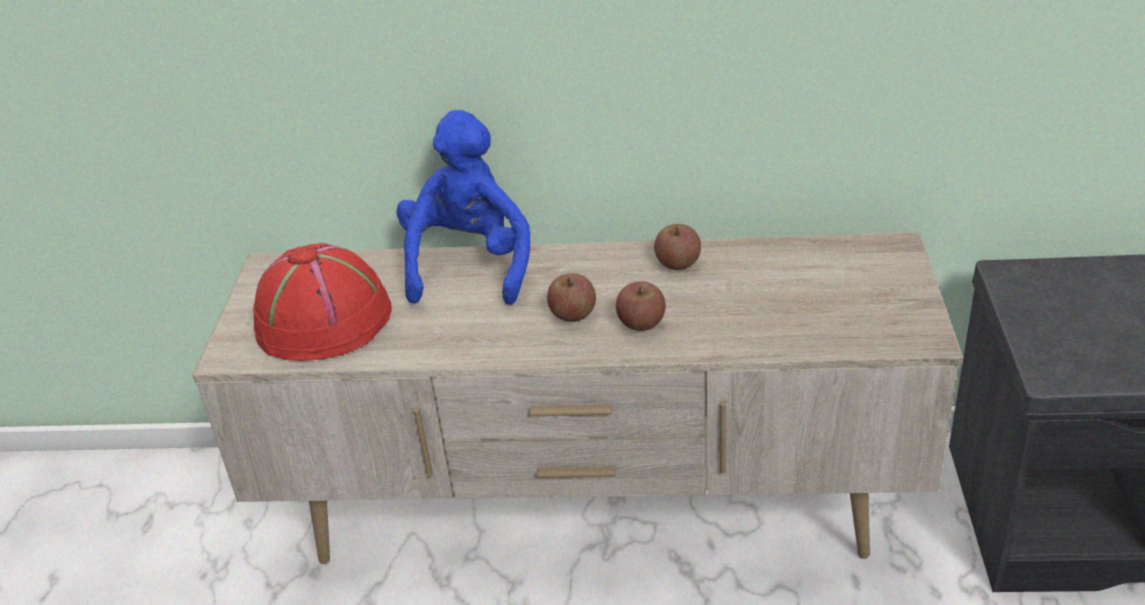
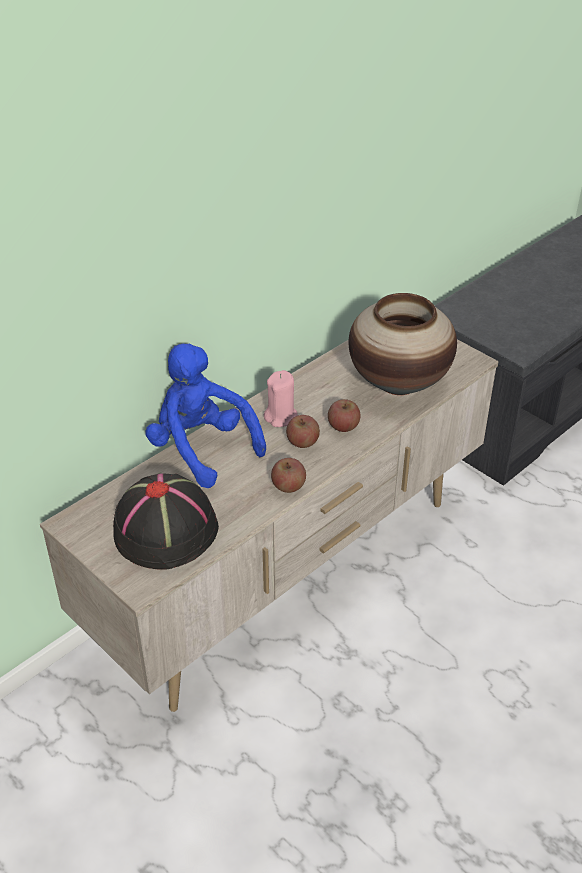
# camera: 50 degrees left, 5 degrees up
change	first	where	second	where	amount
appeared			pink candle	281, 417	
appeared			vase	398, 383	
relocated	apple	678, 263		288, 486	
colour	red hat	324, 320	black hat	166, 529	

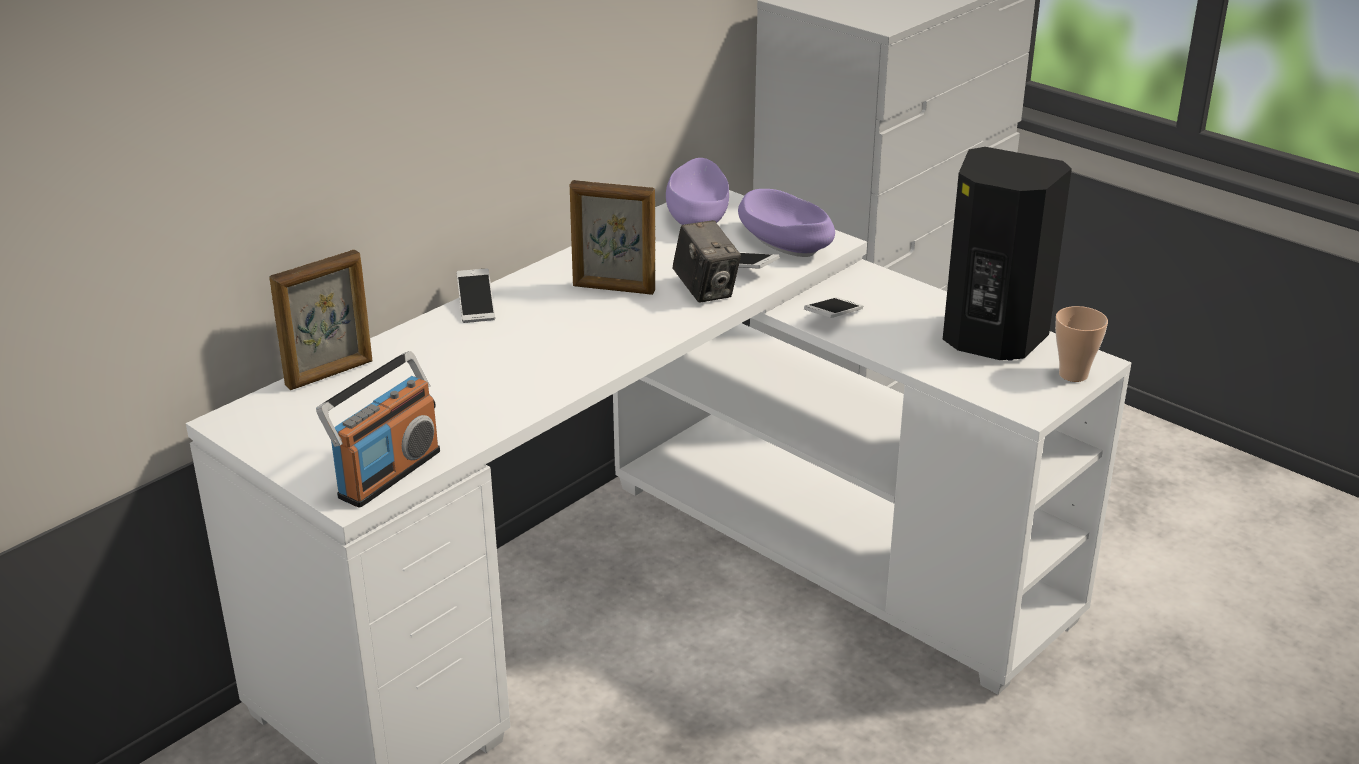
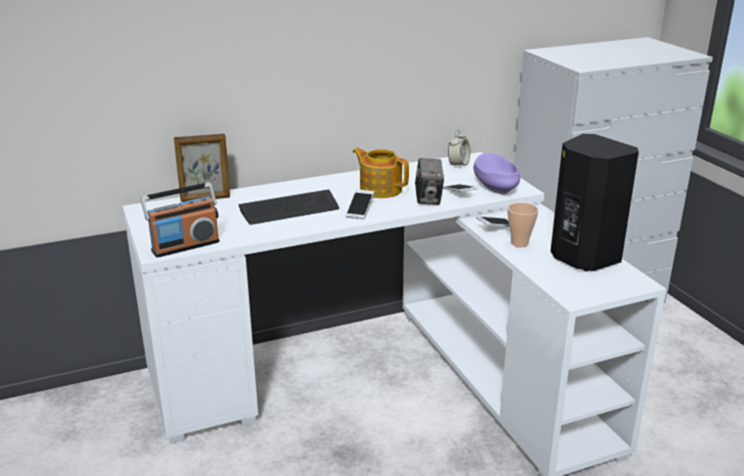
# camera: 25 degrees right, 5 degrees down
change	first	where	second	where	amount
appeared			keyboard	289, 209	
relocated	phone	476, 305		360, 210	
relocated	cup	1073, 374		519, 243	
exchanged	picture frame	613, 289	teapot	380, 189	
exchanged	purple bowl	696, 215	alarm clock	458, 165	

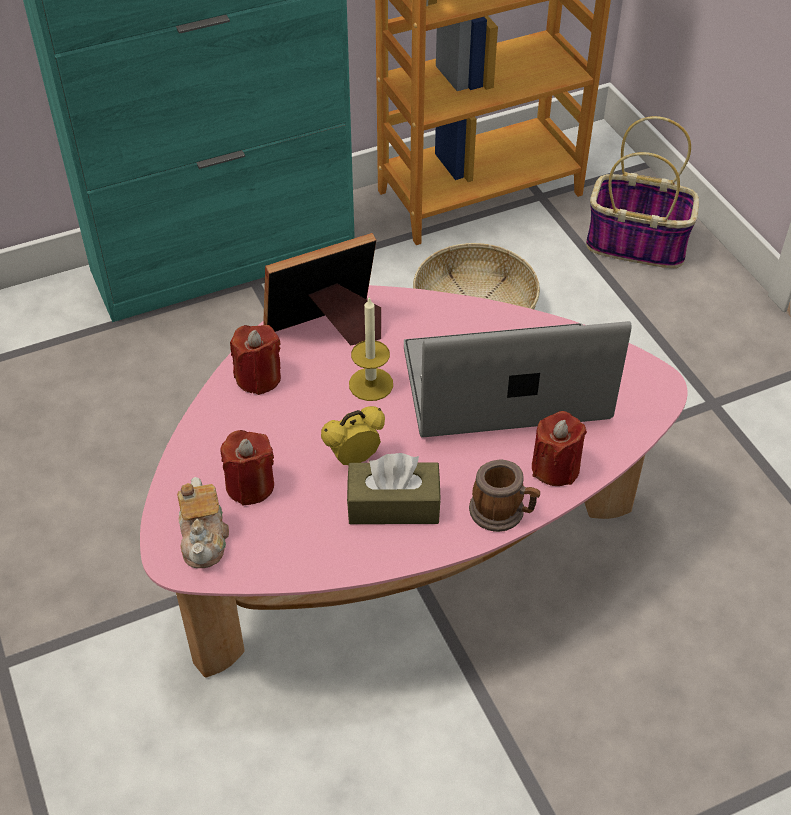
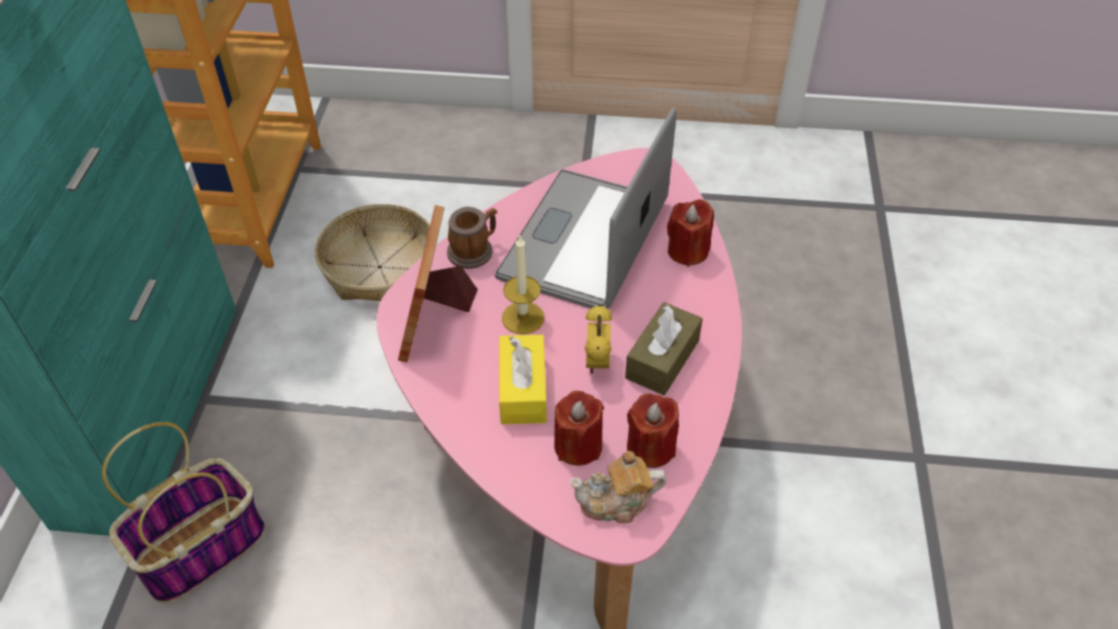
# camera: 60 degrees left, 0 degrees up
change	first	where	second	where	amount
appeared			yellow tissue box	523, 390	
relocated	red candle	258, 377		650, 448	
relocated	mug	503, 512		474, 250	
relocated	basket	638, 244		202, 547	
spun	teapot	204, 538		616, 503	150 degrees clockwise

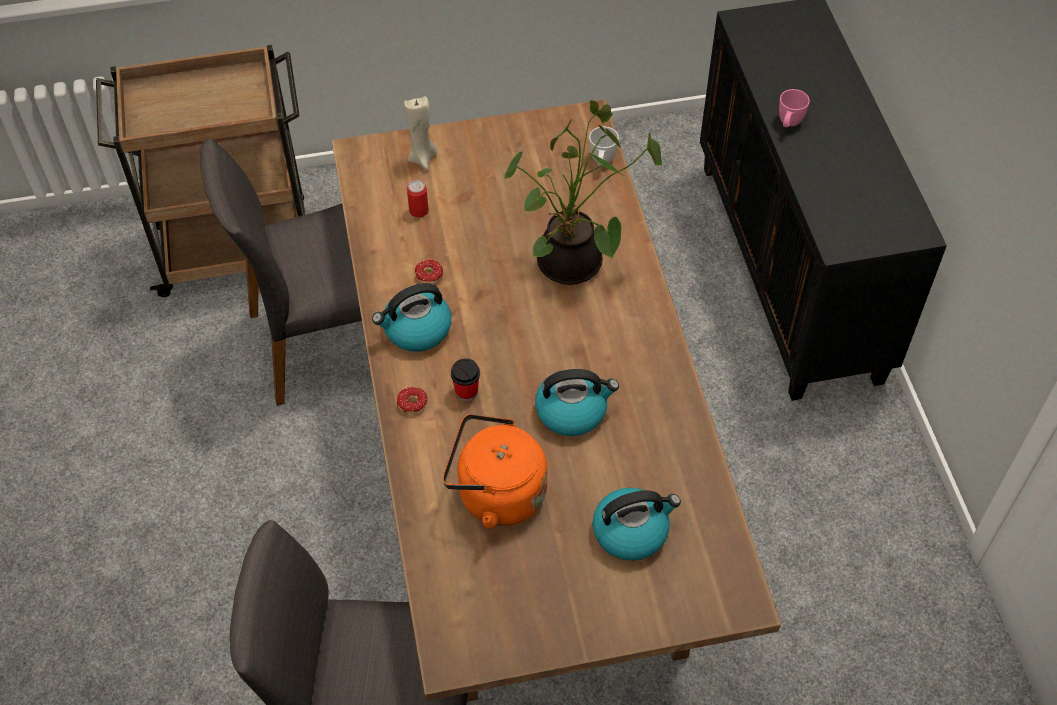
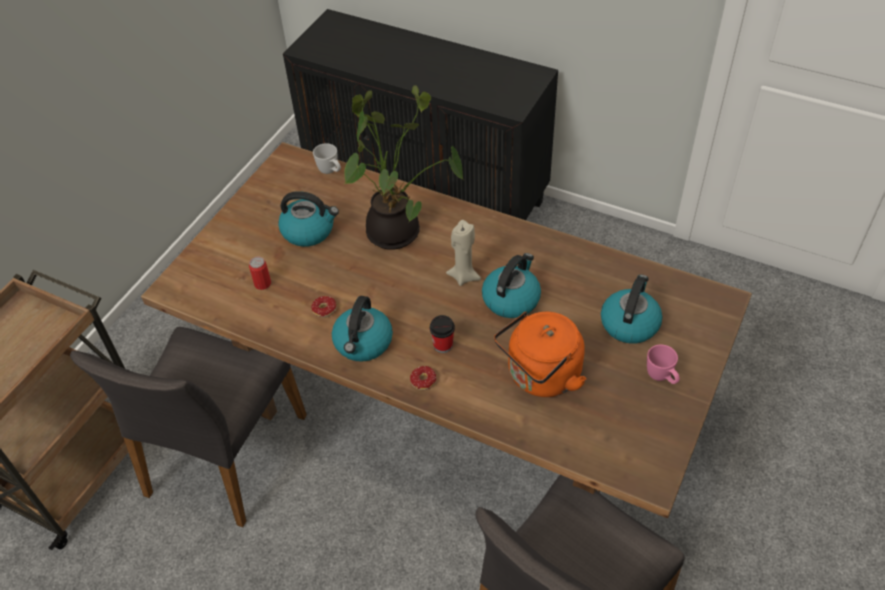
# camera: 50 degrees left, 5 degrees down
change	first	where	second	where	amount
appeared			kettle	309, 231	
relocated	beige candle	423, 158		464, 276	
relocated	pink mug	788, 124		661, 378	

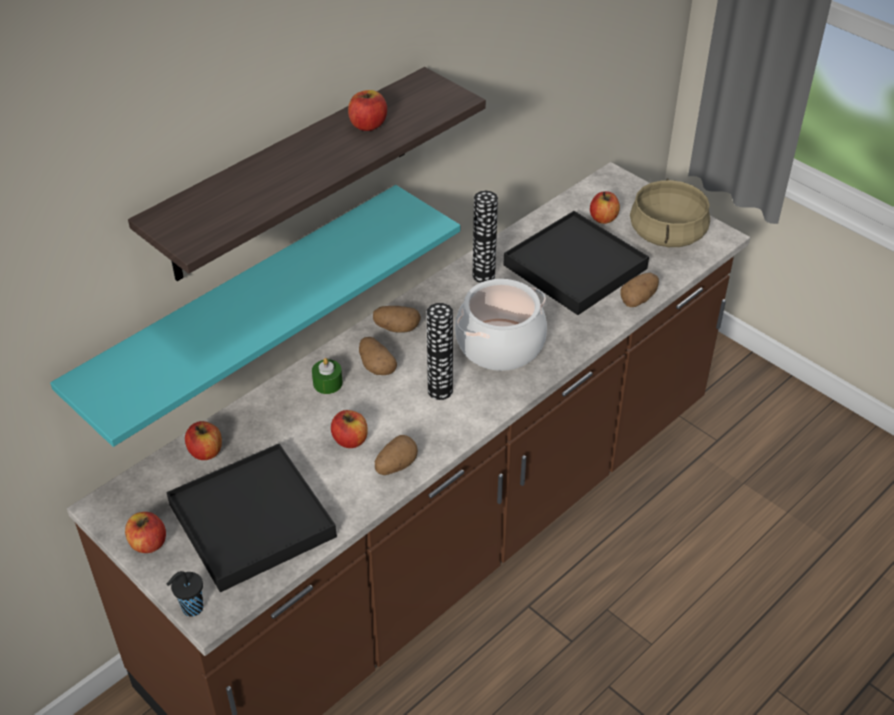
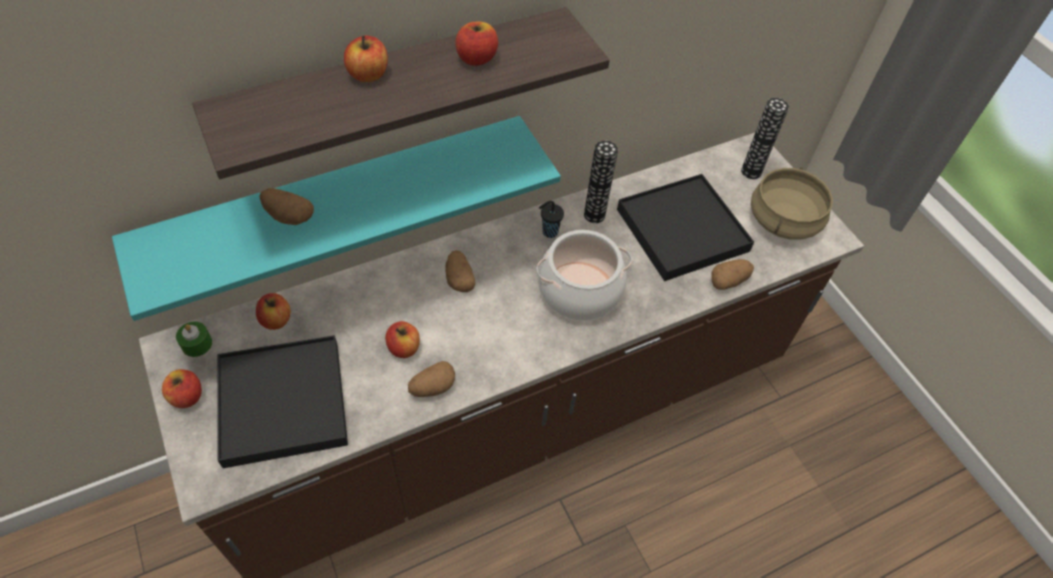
# camera: 15 degrees right, 10 degrees up
change	first	where	second	where	amount
relocated	black cup	191, 608		549, 232	
relocated	green candle	327, 383		197, 344	
relocated	potato	396, 328		288, 216	
relocated	vase	440, 391		751, 171	
relocated	apple	603, 218		368, 74	

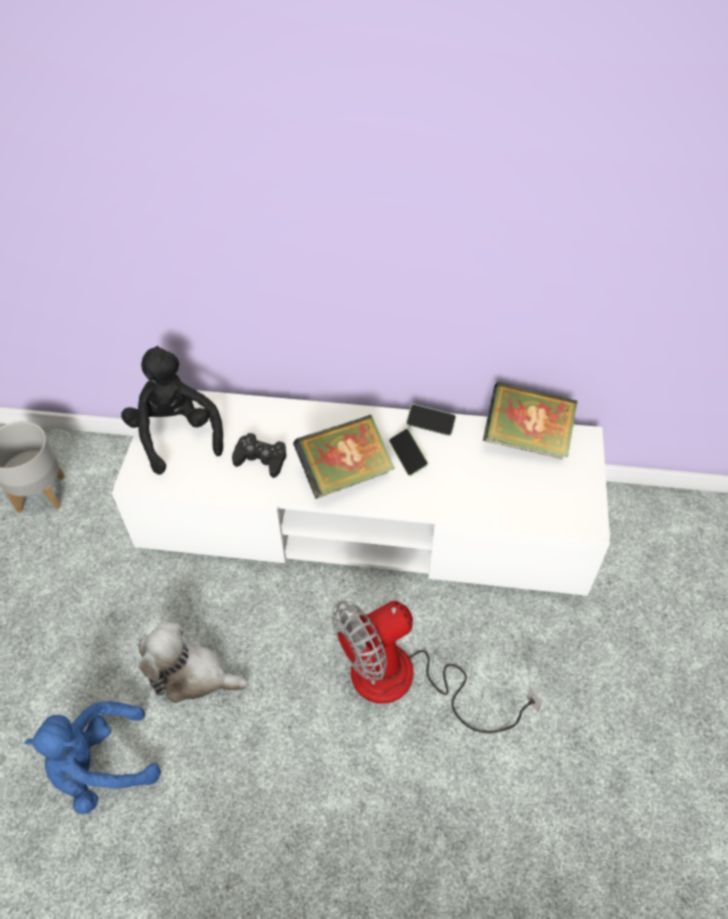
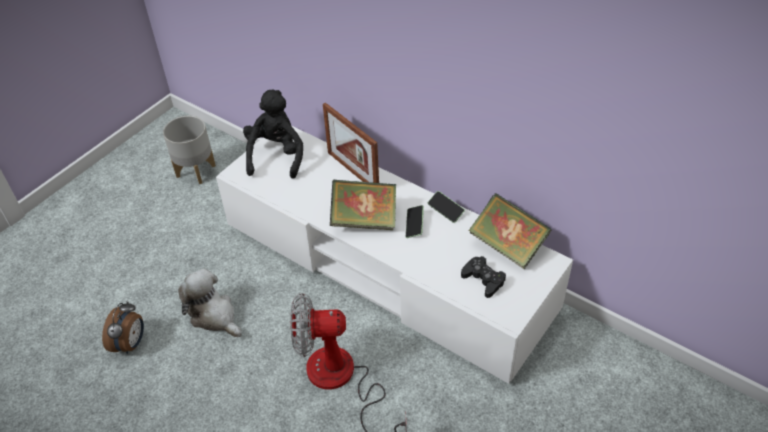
# camera: 30 degrees right, 5 degrees down
change	first	where	second	where	amount
appeared			picture frame	353, 171	
relocated	black game controller	261, 459		483, 280	
exchanged	blue plush toy	101, 767	alarm clock	131, 343	

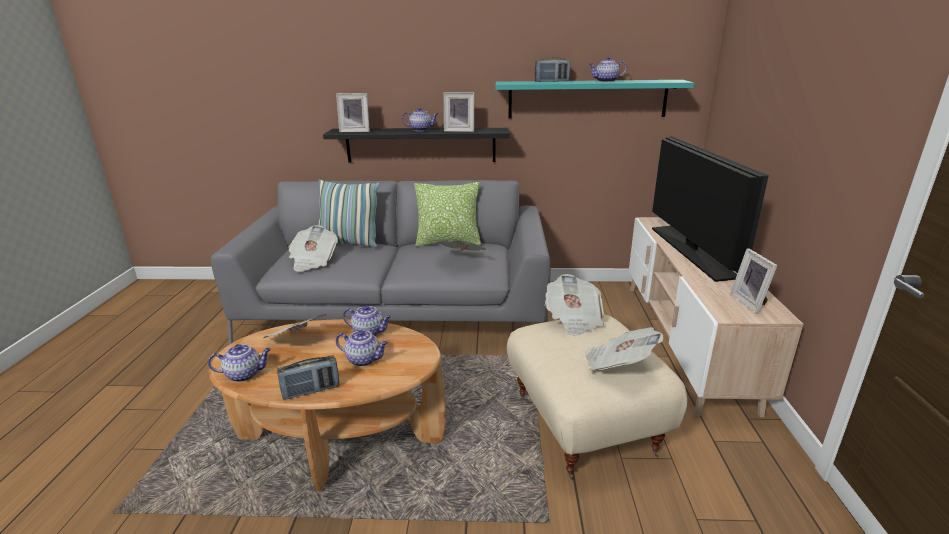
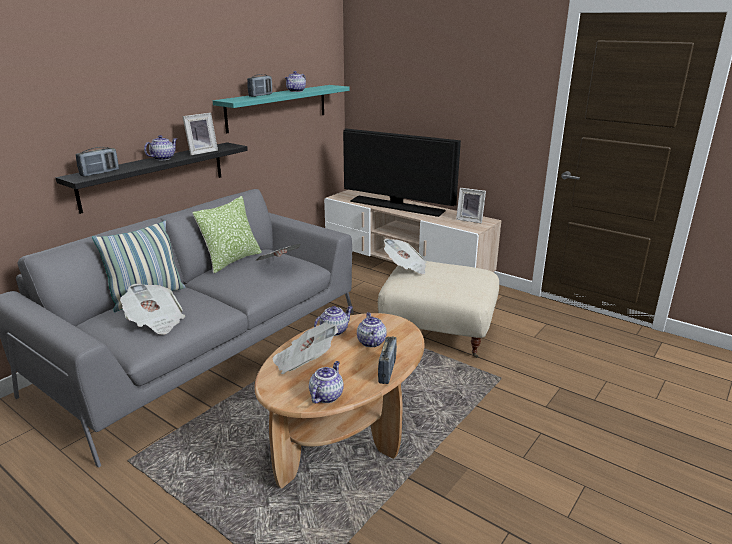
# camera: 55 degrees left, 0 degrees up
change	first	where	second	where	amount
missing	newspaper	618, 365			
exchanged	picture frame	355, 131	radio	100, 173	
spun	teapot	364, 359		371, 342	60 degrees counterclockwise

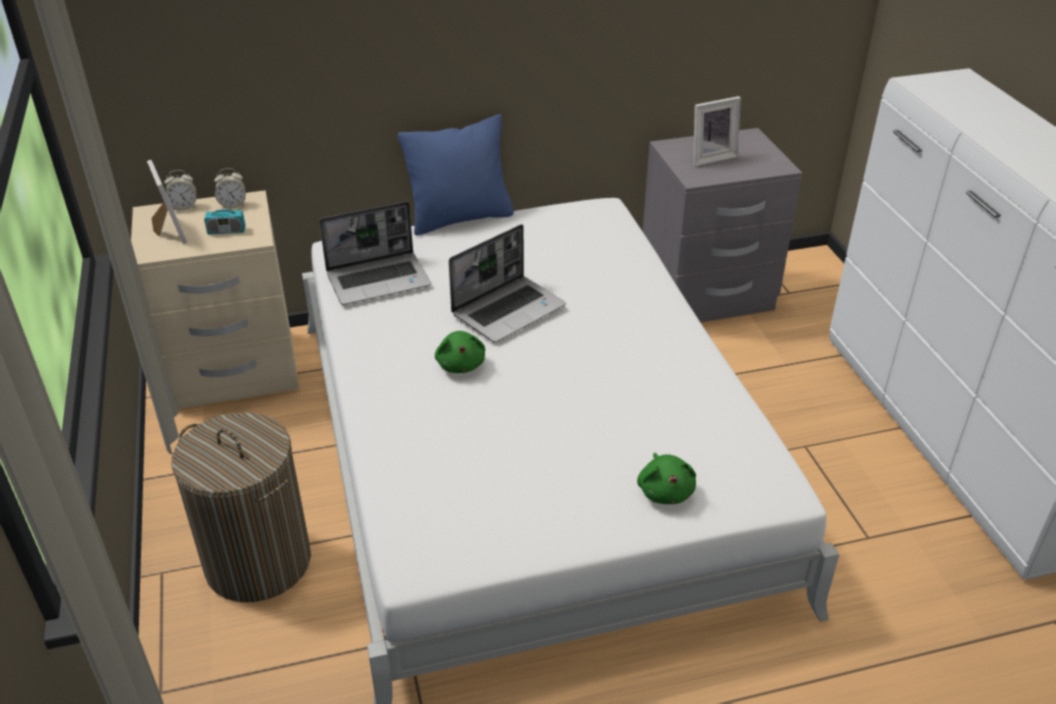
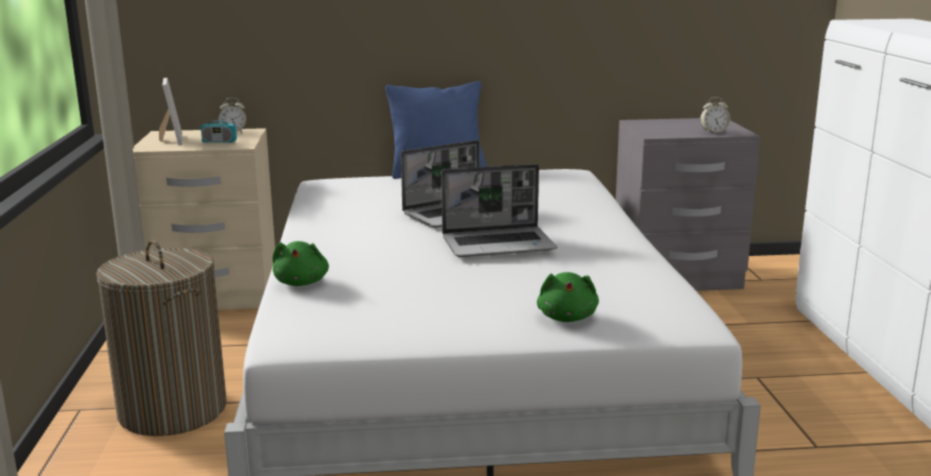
# camera: 10 degrees right, 20 degrees down
change	first	where	second	where	amount
missing	picture frame	710, 157			
relocated	alarm clock	184, 207		713, 132	
relocated	laptop	379, 280		499, 244	
relocated	green plush toy	461, 364		302, 282	

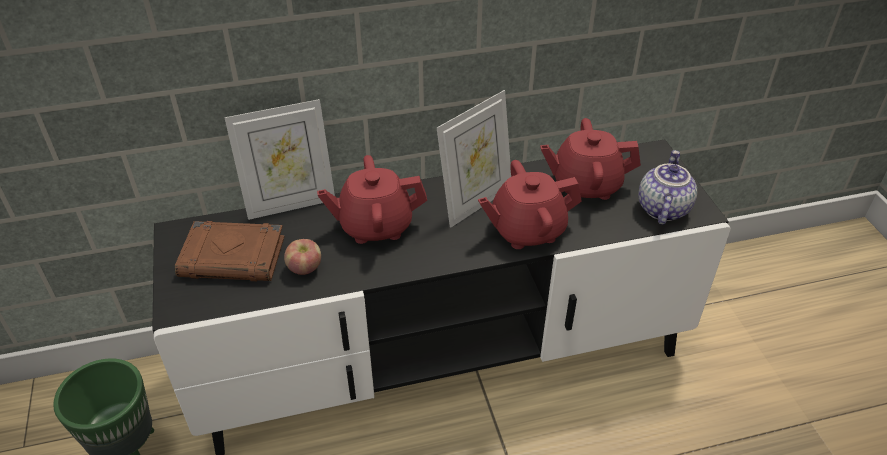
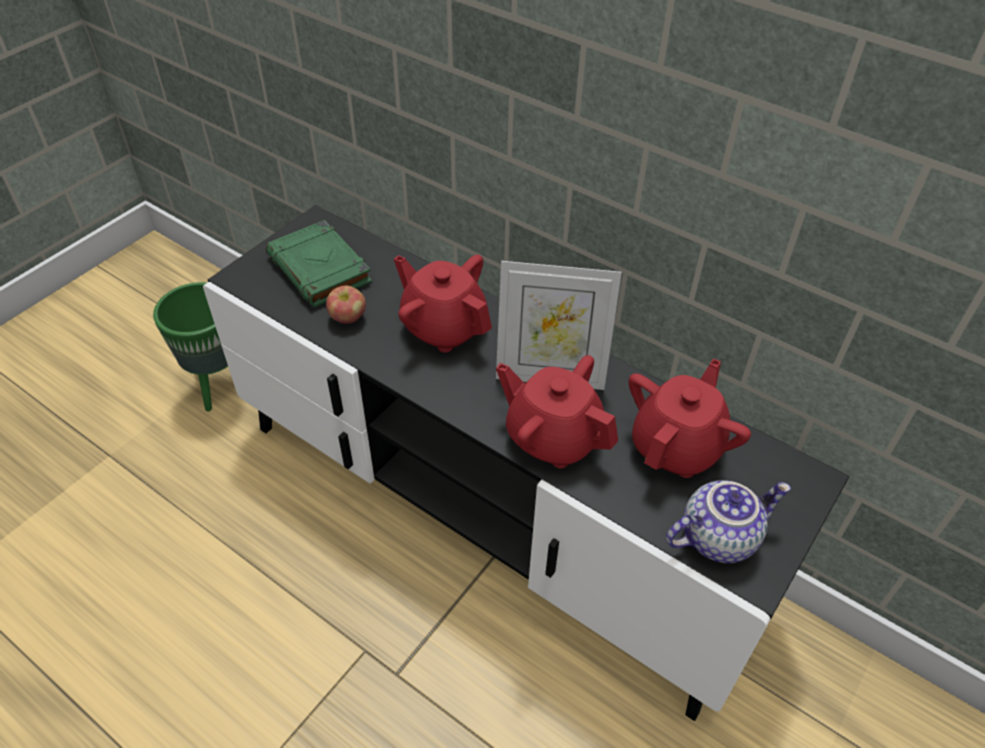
# camera: 50 degrees right, 5 degrees up
change	first	where	second	where	amount
missing	picture frame	290, 204			
colour	brown book	234, 257	green book	320, 270	
spun	red teapot	585, 185		677, 446	75 degrees clockwise

